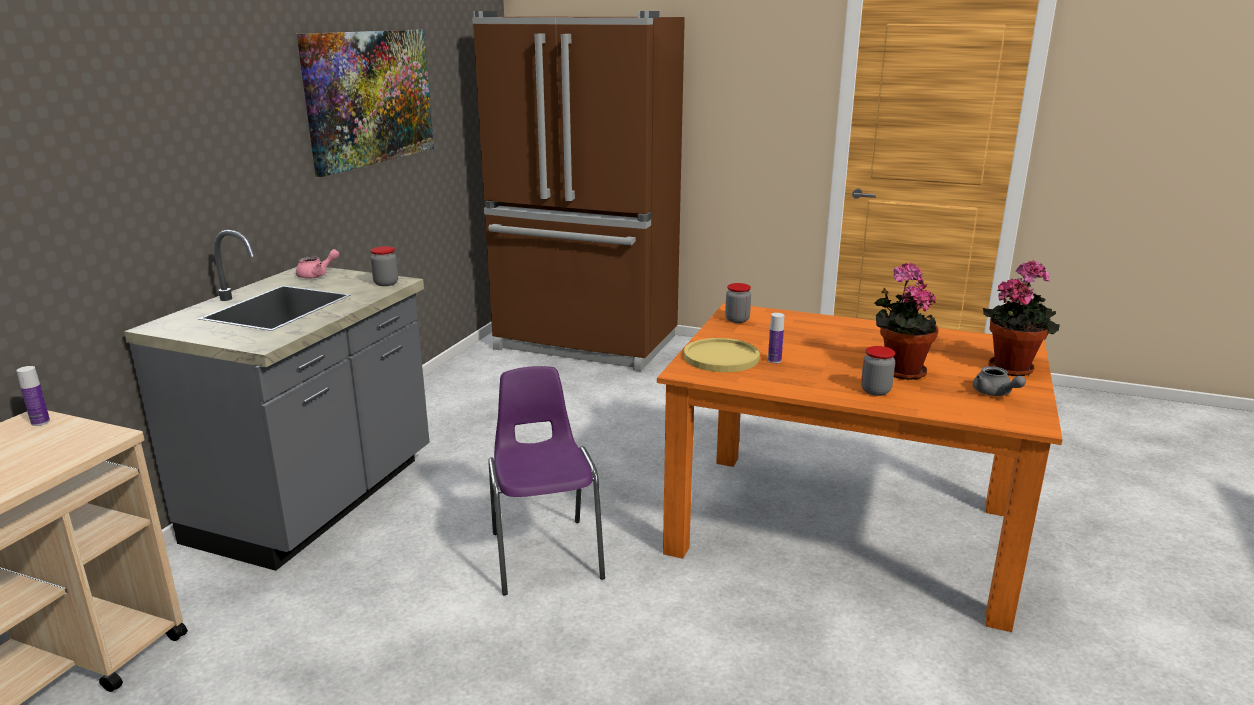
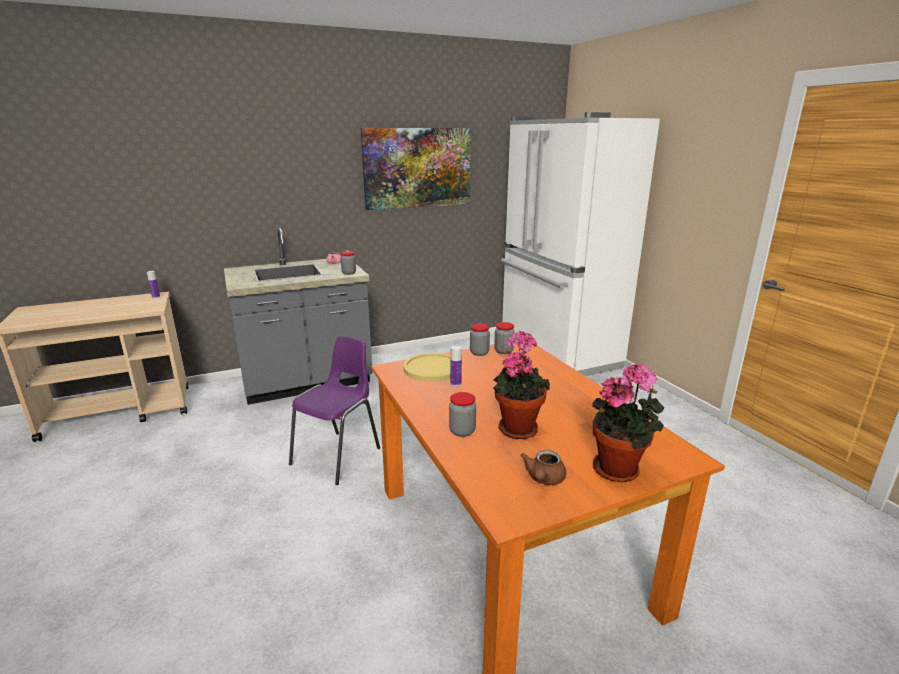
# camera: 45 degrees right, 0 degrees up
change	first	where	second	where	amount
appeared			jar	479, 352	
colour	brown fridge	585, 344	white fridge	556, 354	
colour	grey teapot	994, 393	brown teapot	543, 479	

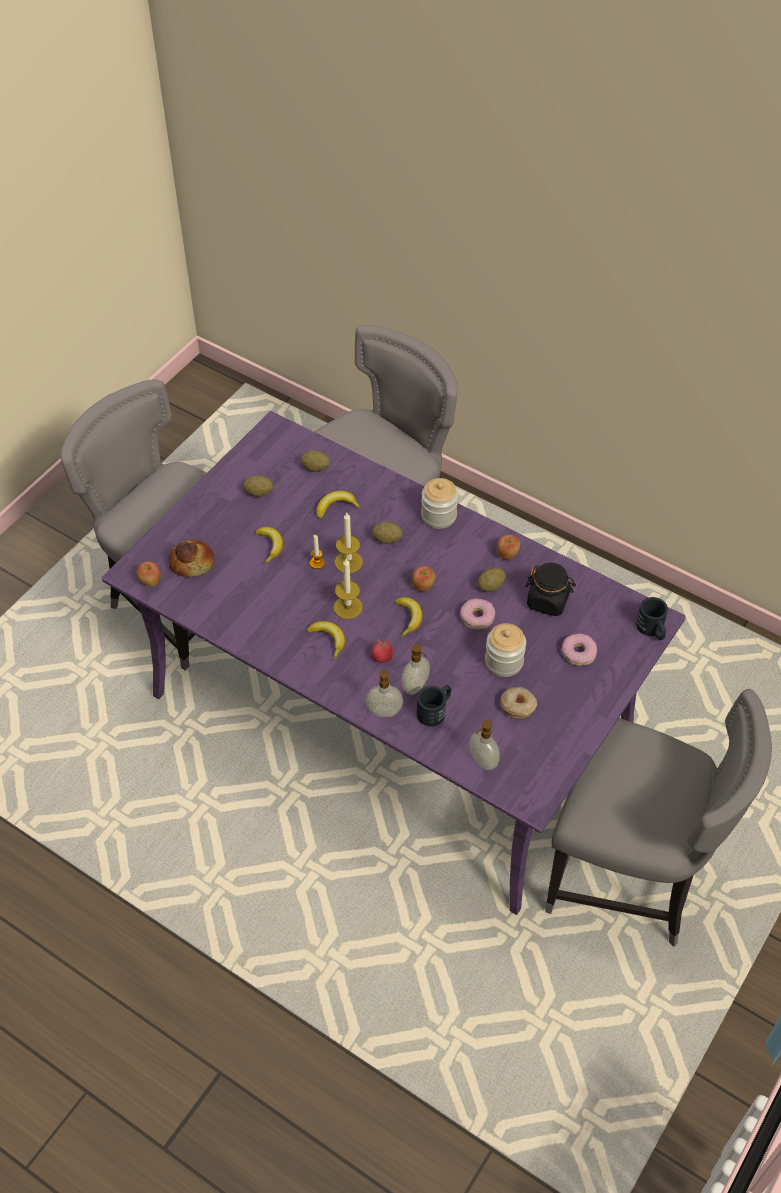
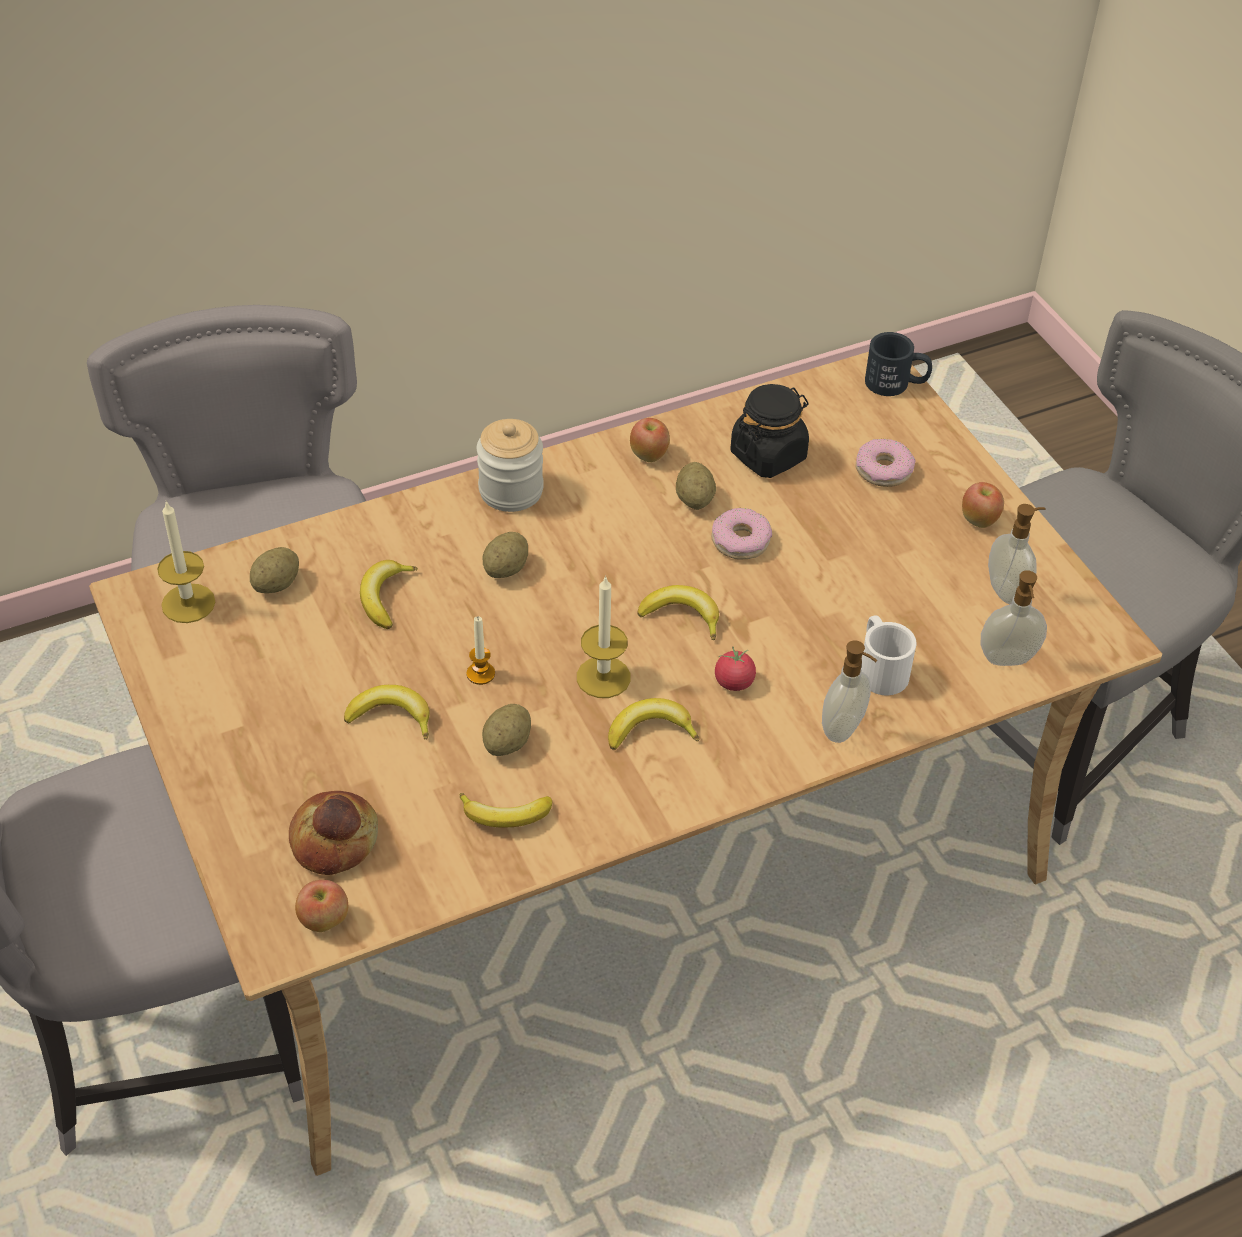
# camera: 60 degrees left, 5 degrees down
change	first	where	second	where	amount
missing	jar	504, 662			
missing	donut	518, 706			
appeared			banana	505, 816	
relocated	potato	259, 493		507, 743	
relocated	candle	348, 562		188, 603	
relocated	soap dispenser	416, 686		1007, 591	
relocated	apple	423, 586		979, 520	
colour	purple dining table	392, 717	beige dining table	614, 856	
colour	black mug	435, 710	white mug	880, 667	

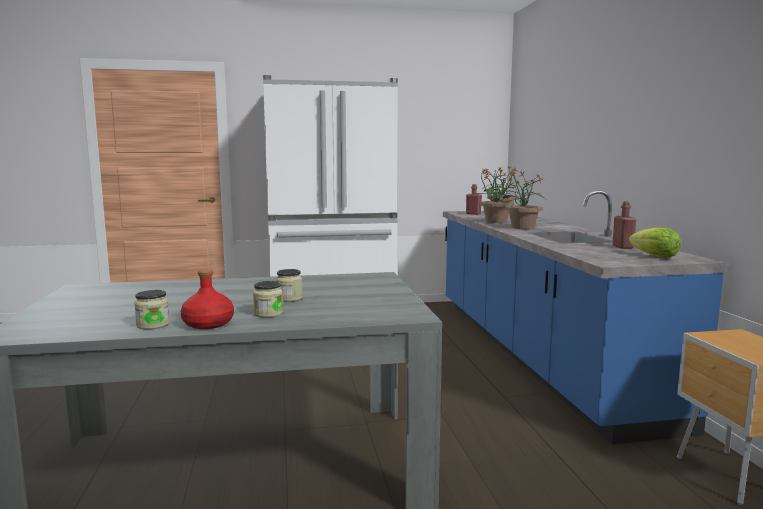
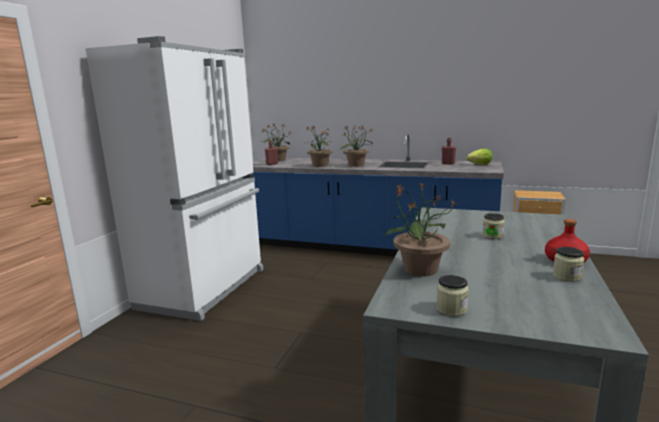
# camera: 60 degrees left, 5 degrees up
change	first	where	second	where	amount
appeared			potted plant	419, 270	
relocated	jar	268, 313		451, 309	

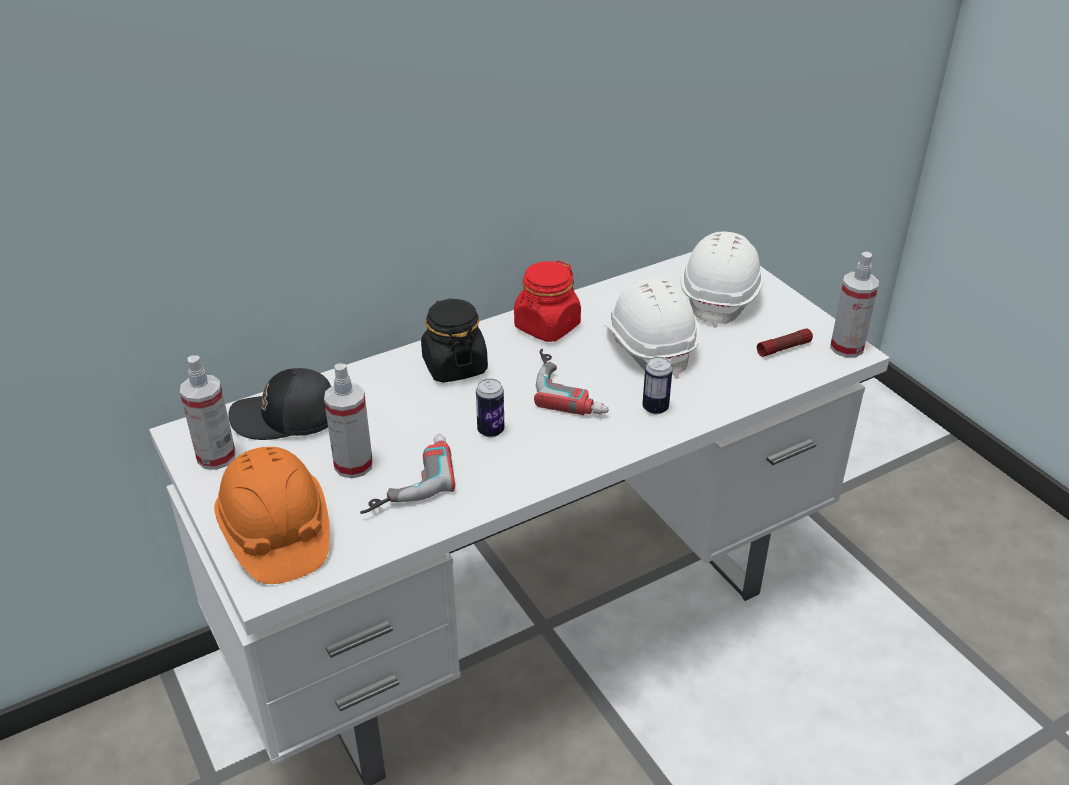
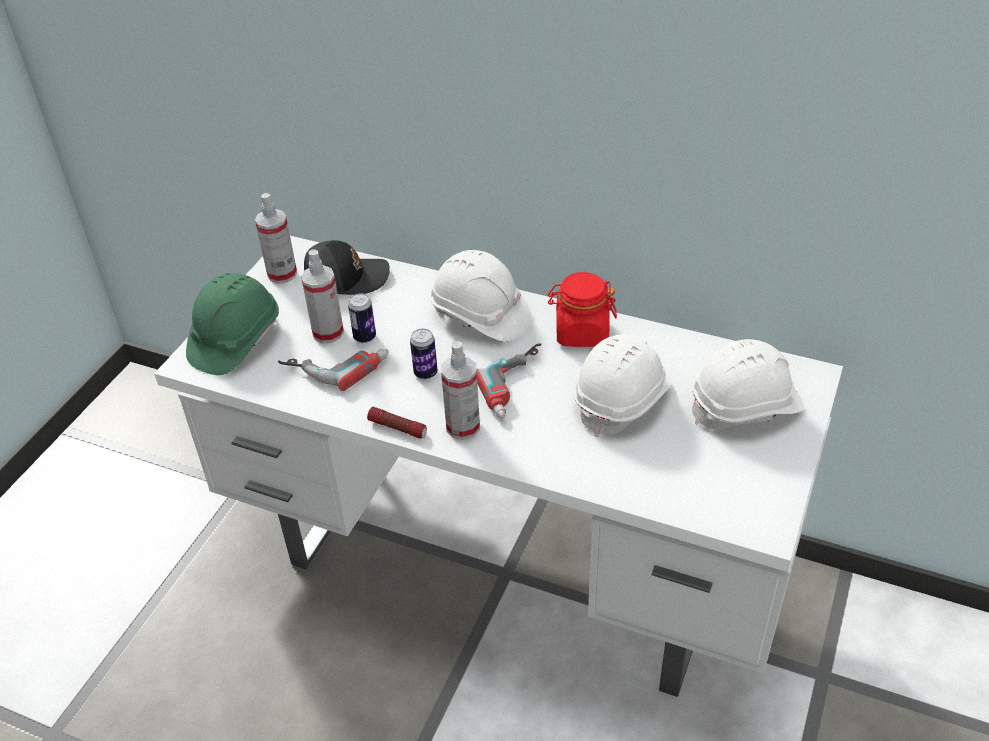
# camera: 55 degrees right, 5 degrees up
change	first	where	second	where	amount
relocated	can	655, 408		364, 337	
relocated	flashlight	784, 348		398, 428	
relocated	spray bottle	846, 347		463, 427	
exchanged	black jar	454, 366	white hard hat	480, 315	
colour	orange hard hat	276, 534	green hard hat	235, 340	
spun	black cap	286, 418		345, 278	120 degrees clockwise

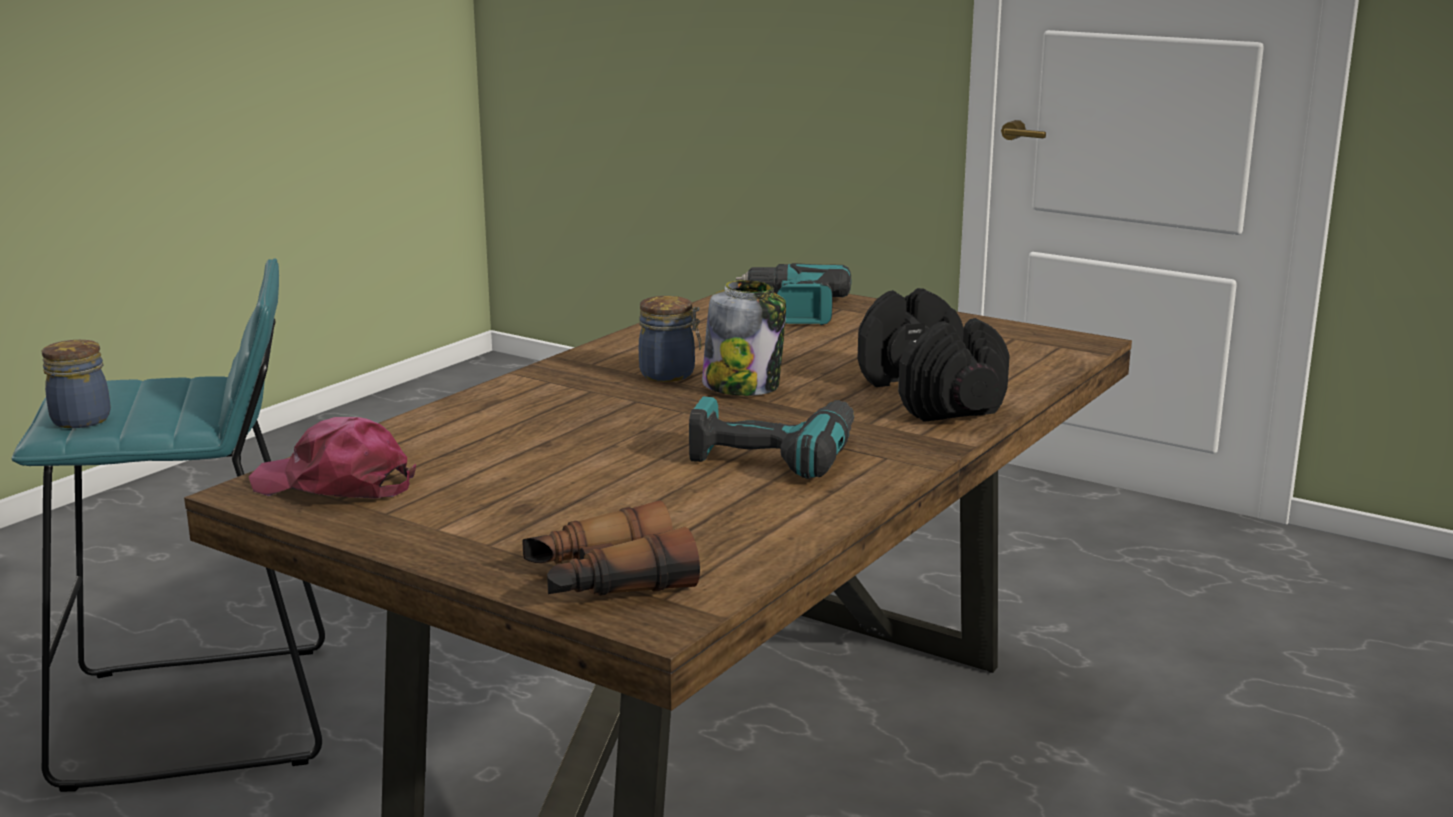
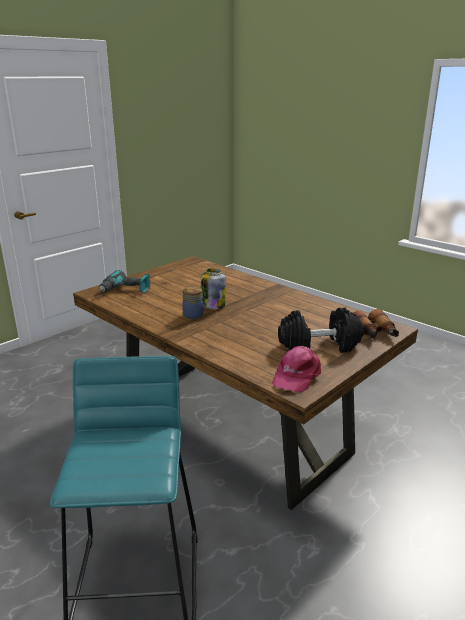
# camera: 80 degrees left, 5 degrees up
change	first	where	second	where	amount
missing	jar	81, 419			
missing	power drill	773, 454			
relocated	black dumbbell	931, 396		319, 346	

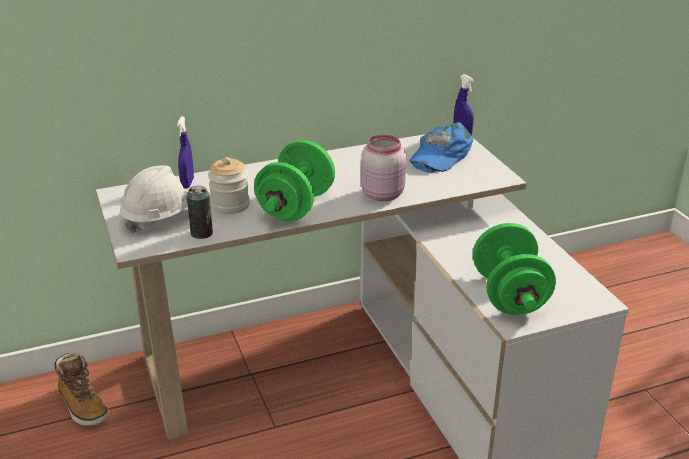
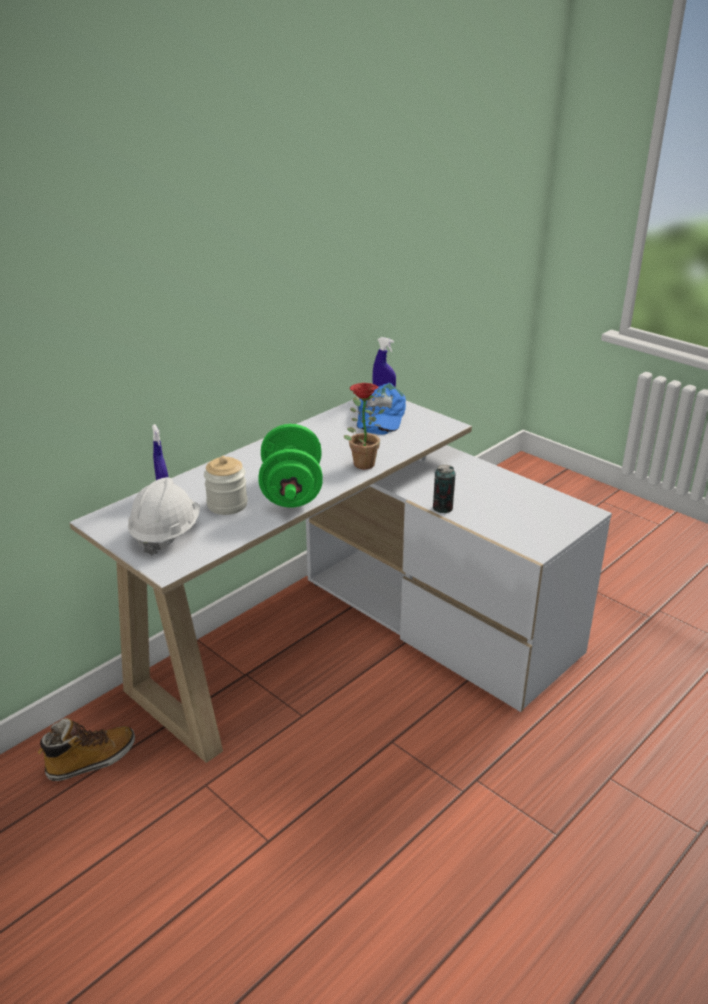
# camera: 25 degrees left, 0 degrees up
change	first	where	second	where	amount
missing	green dumbbell	509, 295			
relocated	can	201, 233		442, 508	
exchanged	pink jar	383, 194	potted plant	361, 462	
spun	boot	83, 406		91, 760	60 degrees counterclockwise

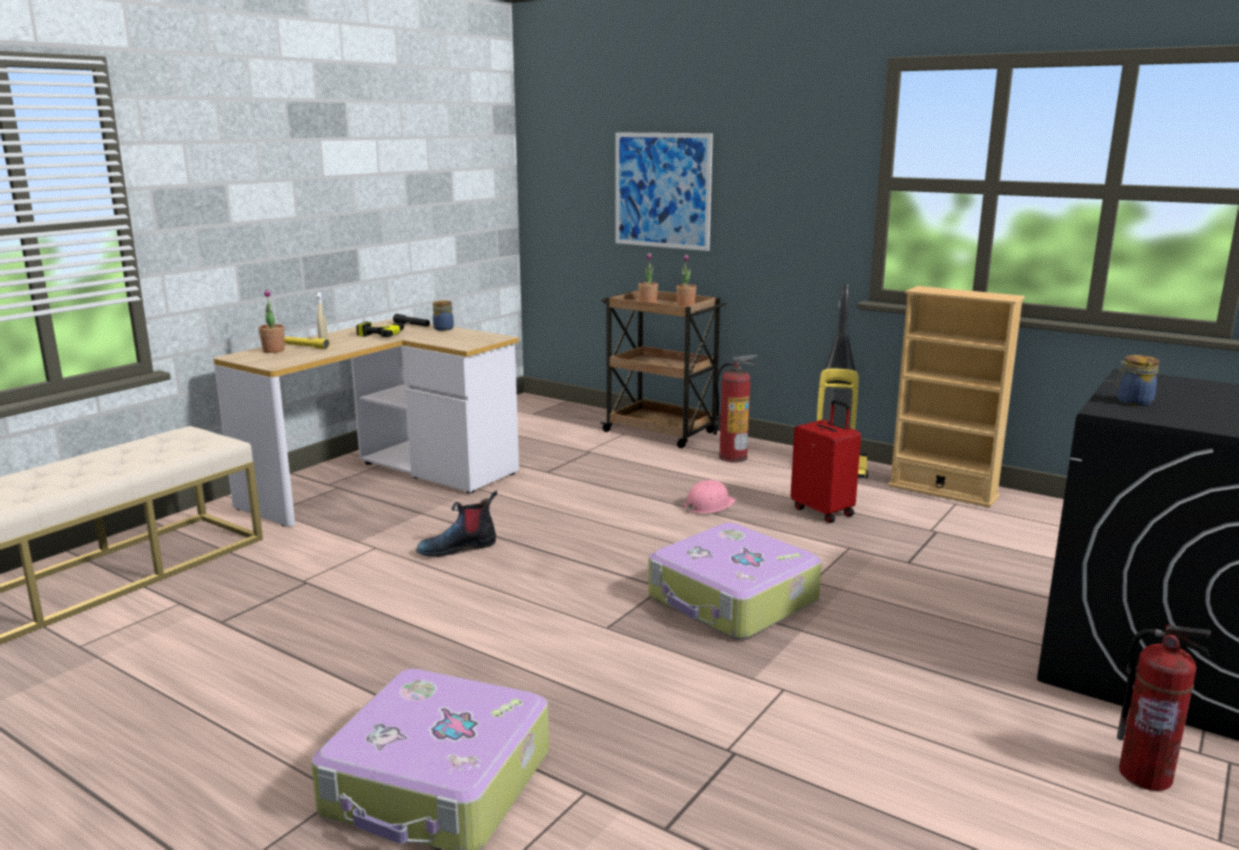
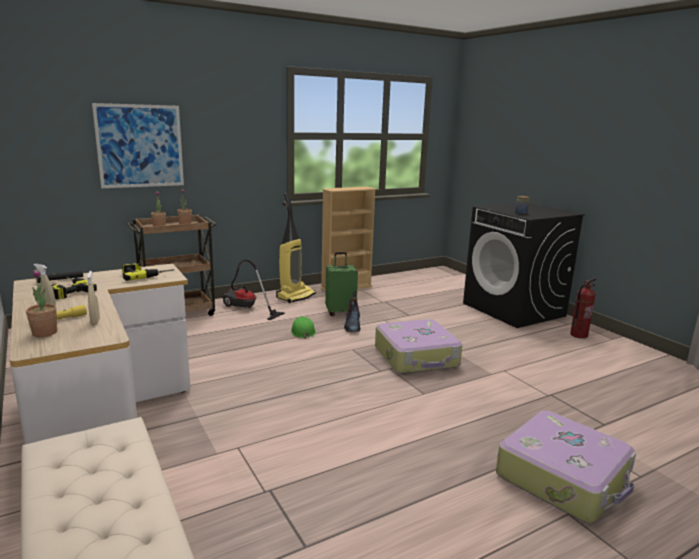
# camera: 65 degrees left, 0 degrees up
change	first	where	second	where	amount
missing	jar	442, 328			
appeared			beige spray bottle	95, 322	
appeared			power drill	146, 274	
relocated	boot	458, 548		352, 325	
exchanged	fire extinguisher	733, 457	vacuum cleaner	246, 308	
colour	pink hard hat	709, 505	green hard hat	302, 331	
colour	red suitcase	823, 511	green suitcase	340, 312	

